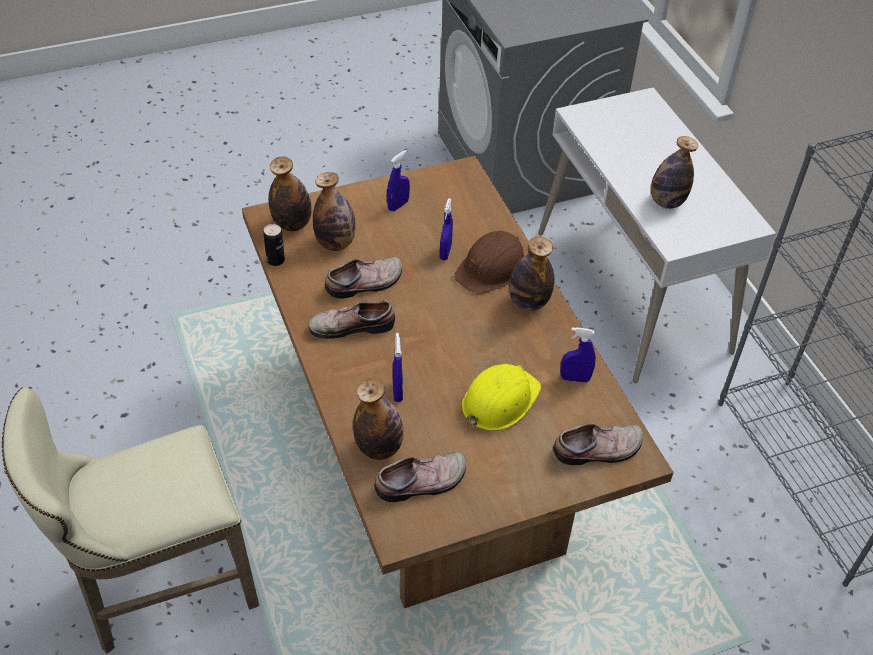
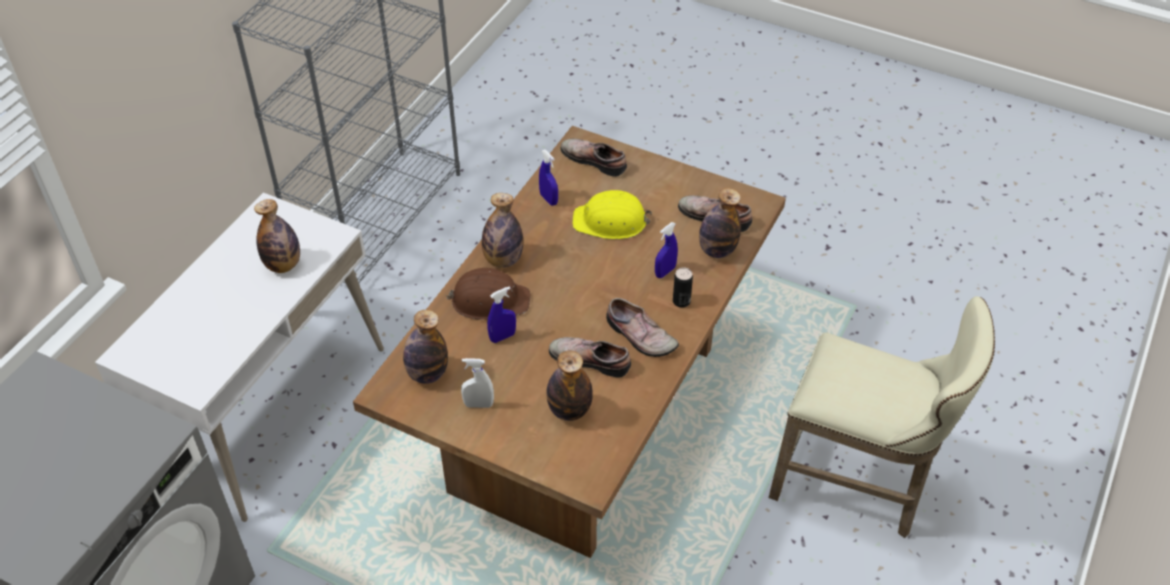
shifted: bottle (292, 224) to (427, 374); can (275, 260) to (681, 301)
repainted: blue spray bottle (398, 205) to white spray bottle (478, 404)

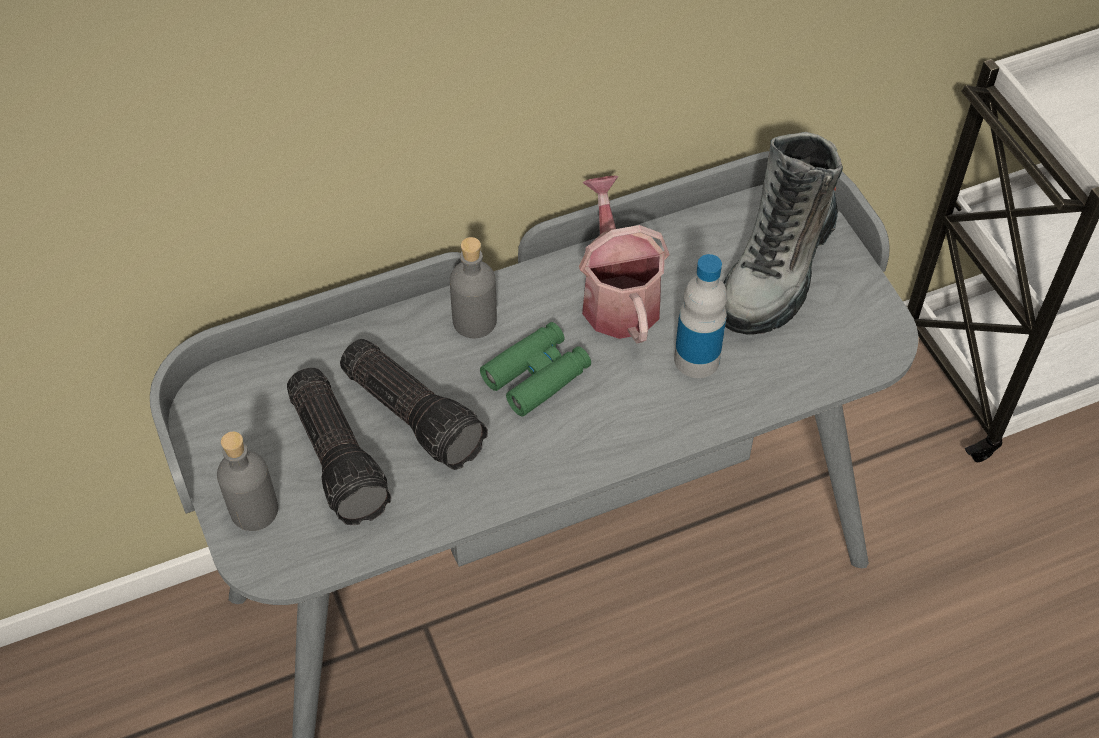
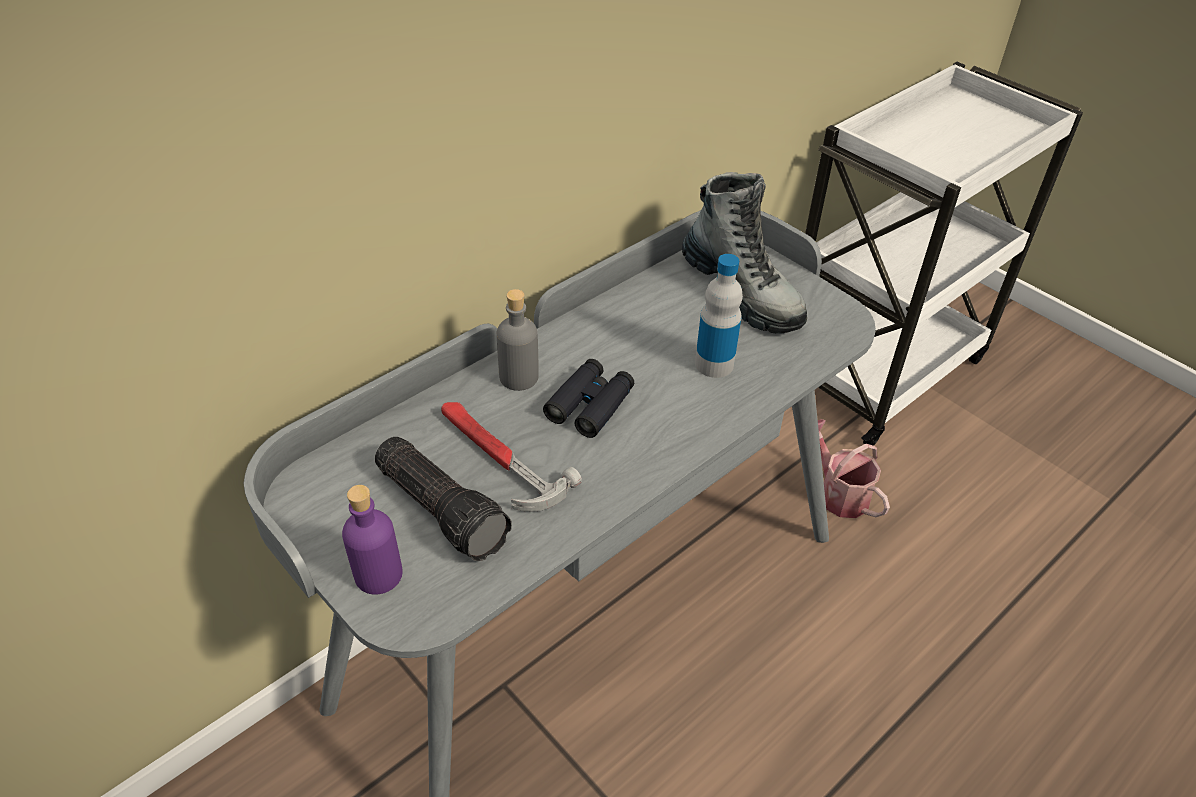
shifted: watering can (617, 296) to (838, 492)
swapped: flashlight (415, 413) to hammer (498, 458)
repainted: grey bottle (254, 510) to purple bottle (378, 575); green binoculars (536, 375) to black binoculars (590, 405)
rotated: boot (777, 270) = (742, 291) 45 degrees counterclockwise

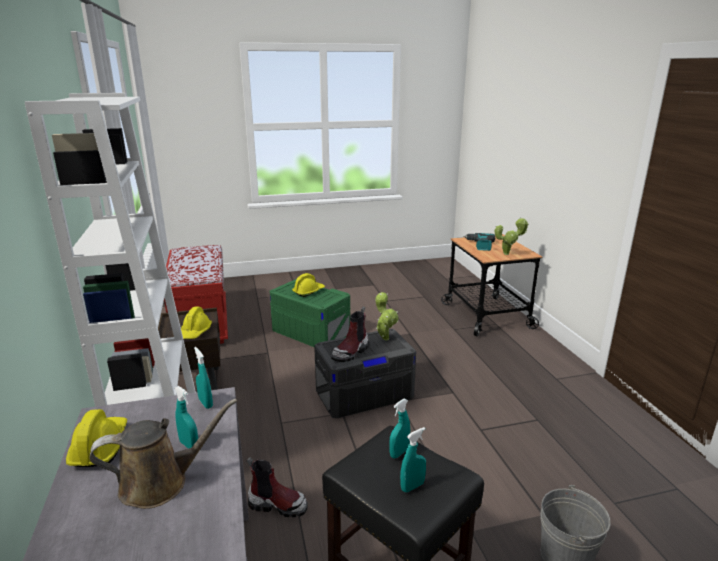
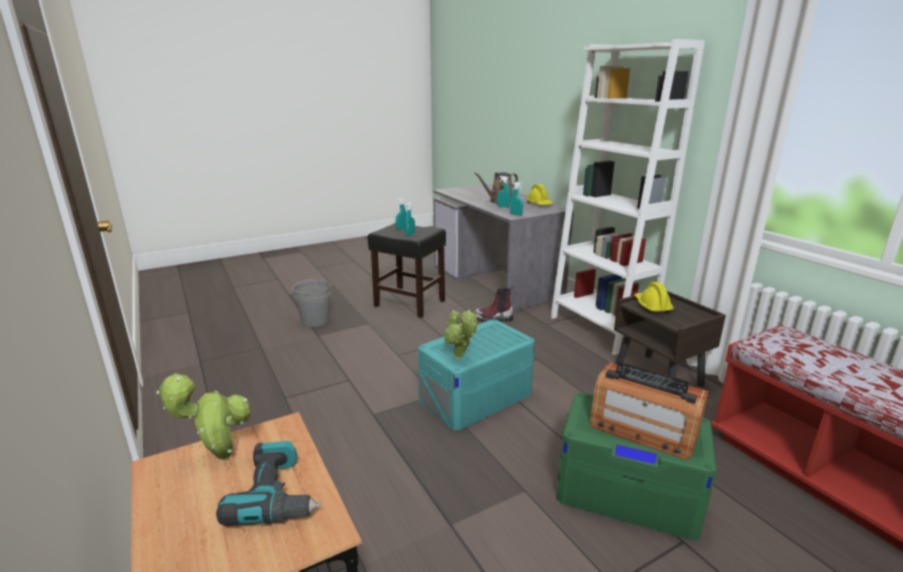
gone: boot (351, 352)
swapped: yellow hard hat (308, 291) to radio (642, 430)
repainted: grey storage box (364, 393) to turquoise storage box (476, 397)

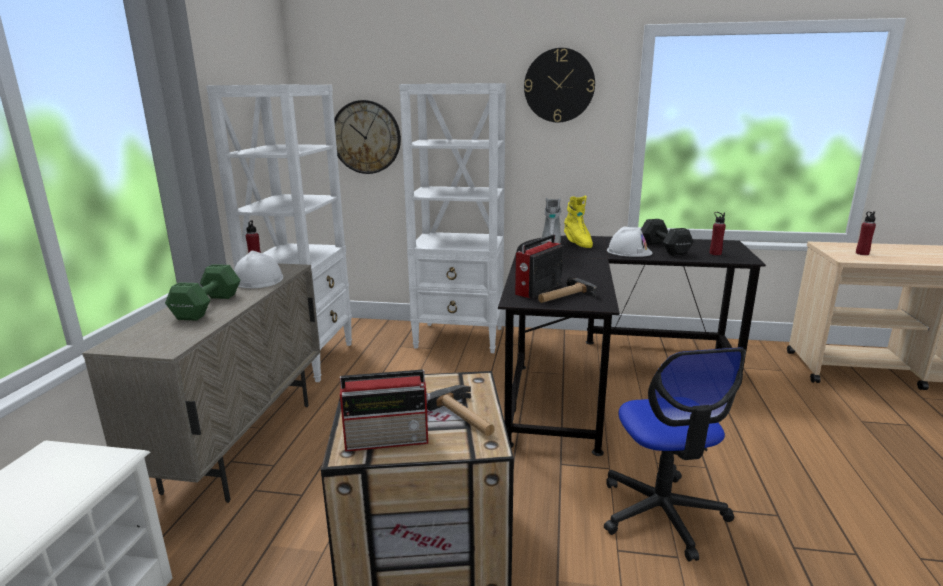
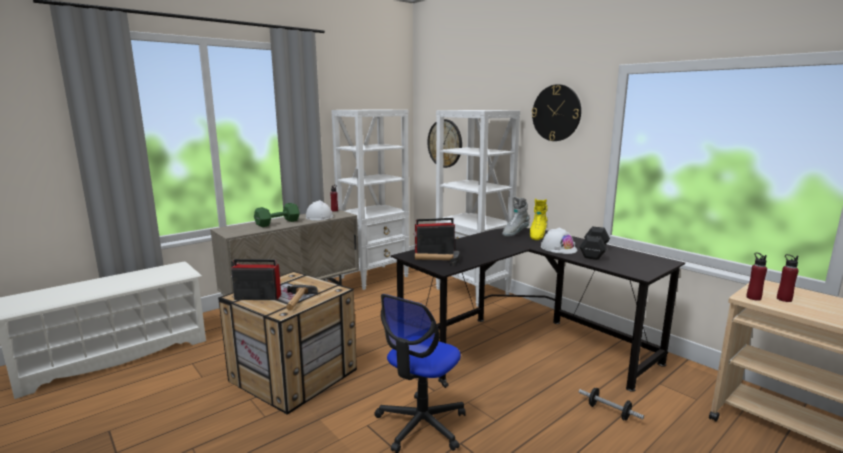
new: dumbbell (609, 412)
shifted: red bottle (715, 253) to (753, 298)
rotated: radio (389, 439) = (256, 297) 150 degrees clockwise

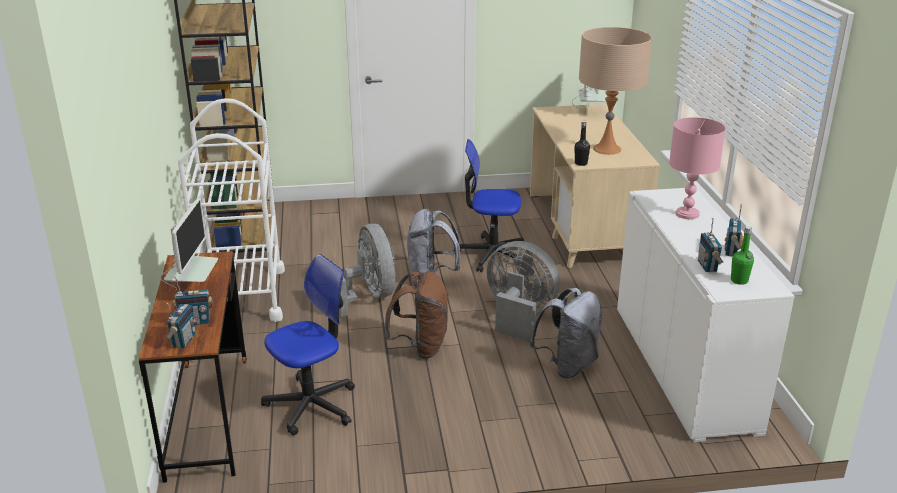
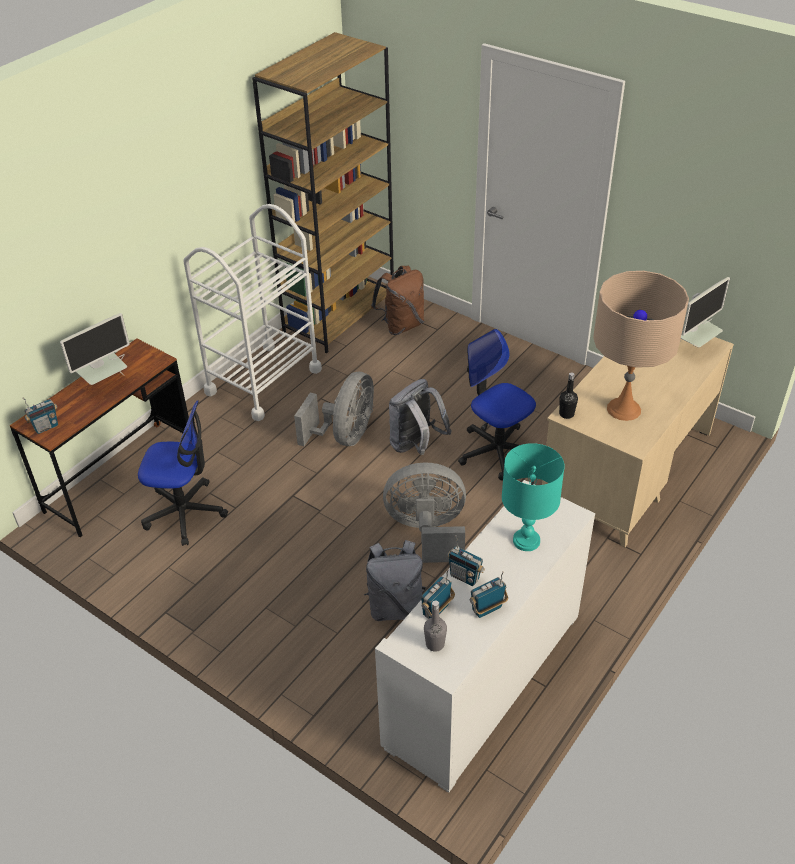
shifted: brown backpack (420, 347) to (401, 325); radio (195, 321) to (465, 577)
repainted: green bottle (739, 280) to grey bottle (435, 644); pink table lamp (687, 214) to turquoise table lamp (526, 541)
rotated: grey fan (519, 316) = (427, 531) 75 degrees counterclockwise

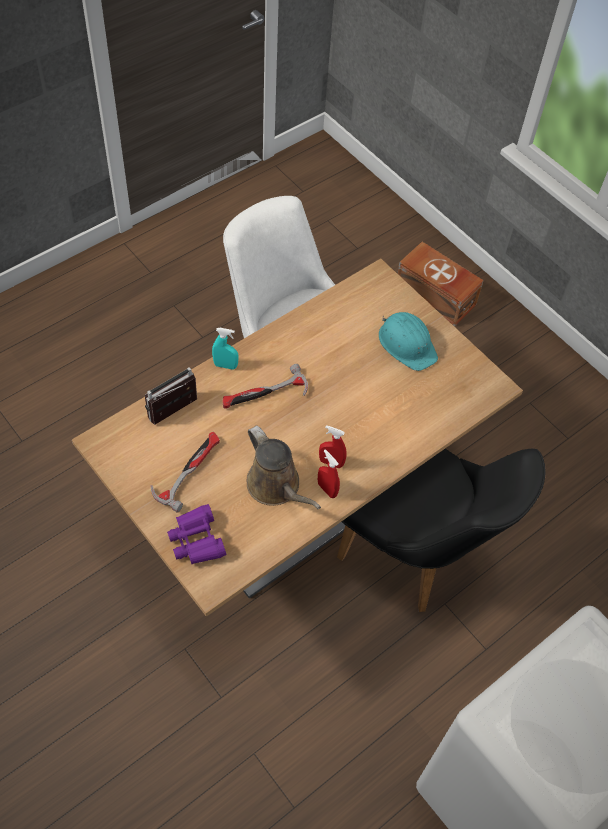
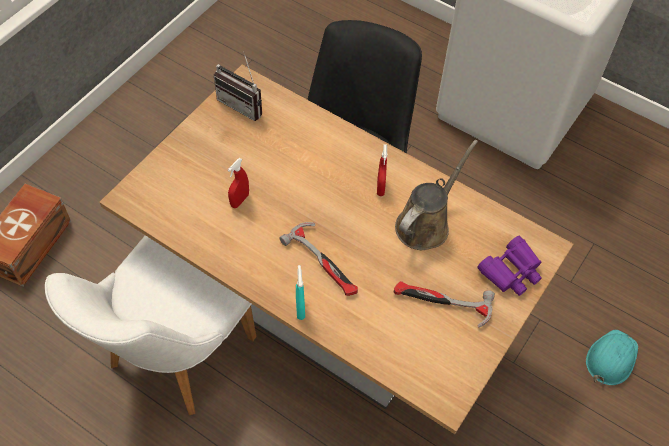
shifted: radio (175, 413) to (244, 104); red spray bottle (327, 489) to (239, 200); turquoise hard hat (407, 344) to (610, 358)

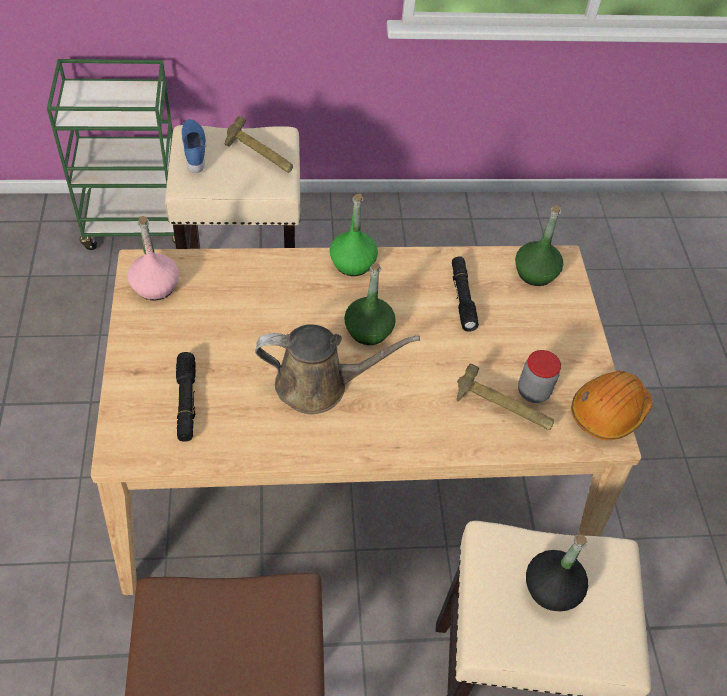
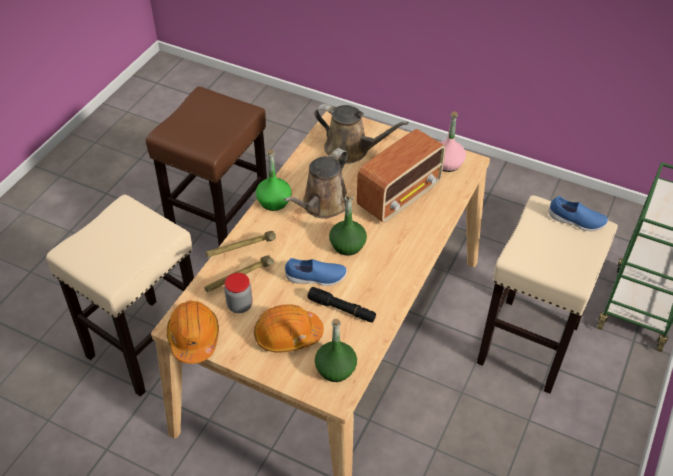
gone: black bottle (551, 588)
new: orange hard hat (287, 335); blue shoe (316, 278); radio (400, 196)
shifted: hammer (259, 158) to (242, 251); green bottle (352, 263) to (274, 201)
swapped: black flashlight (186, 401) to brown watering can (351, 150)

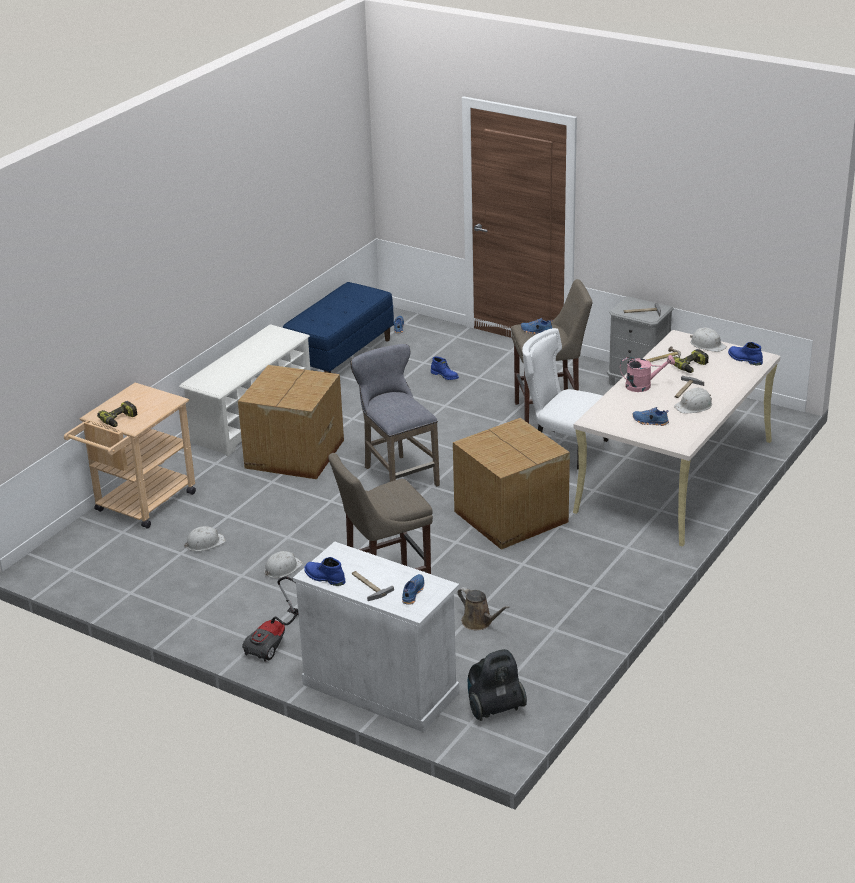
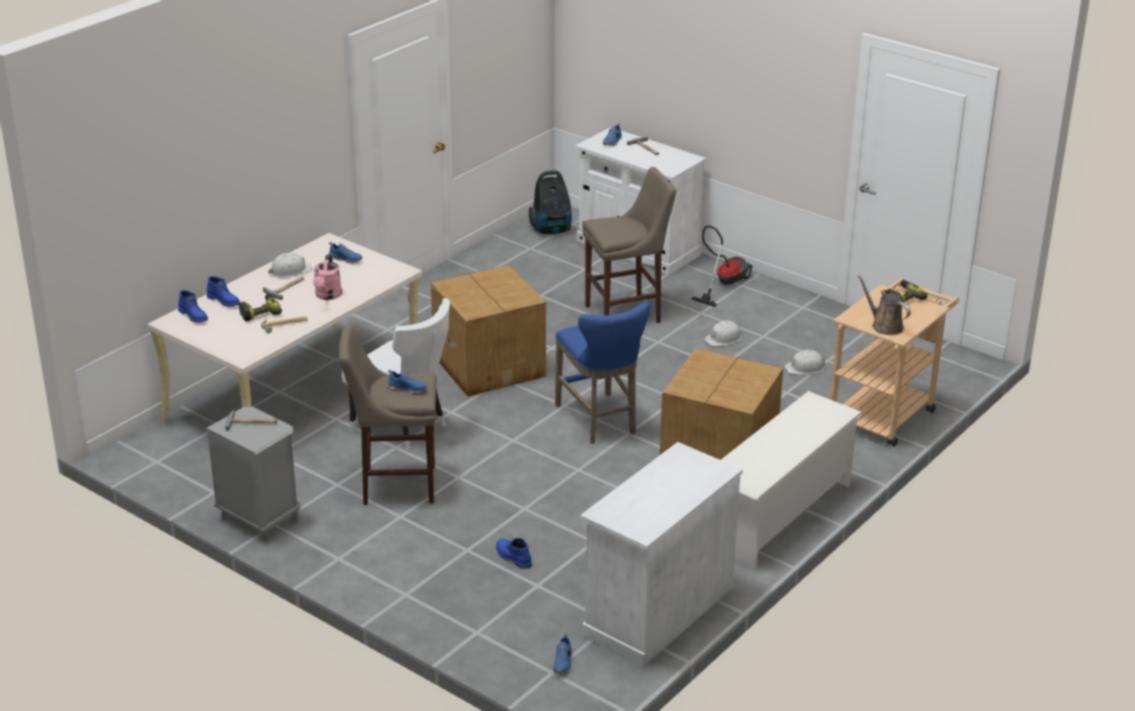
gone: white hard hat (707, 345)
shifted: blue boot (324, 578) to (224, 301); brown watering can (479, 622) to (884, 326)
swapped: blue bench (340, 356) to white cabinet (658, 610)
repainted: grey stool (397, 474) to blue stool (599, 421)
rotated: pink watering can (643, 386) = (327, 296) 90 degrees counterclockwise

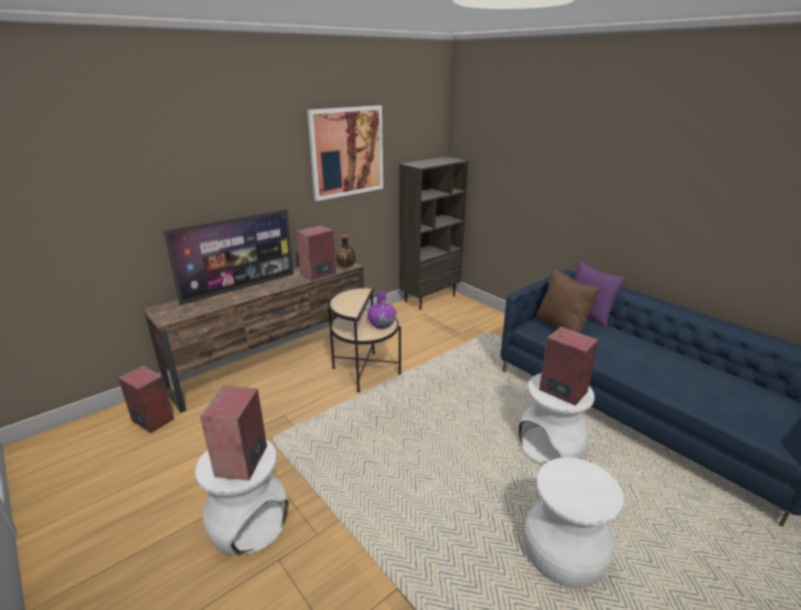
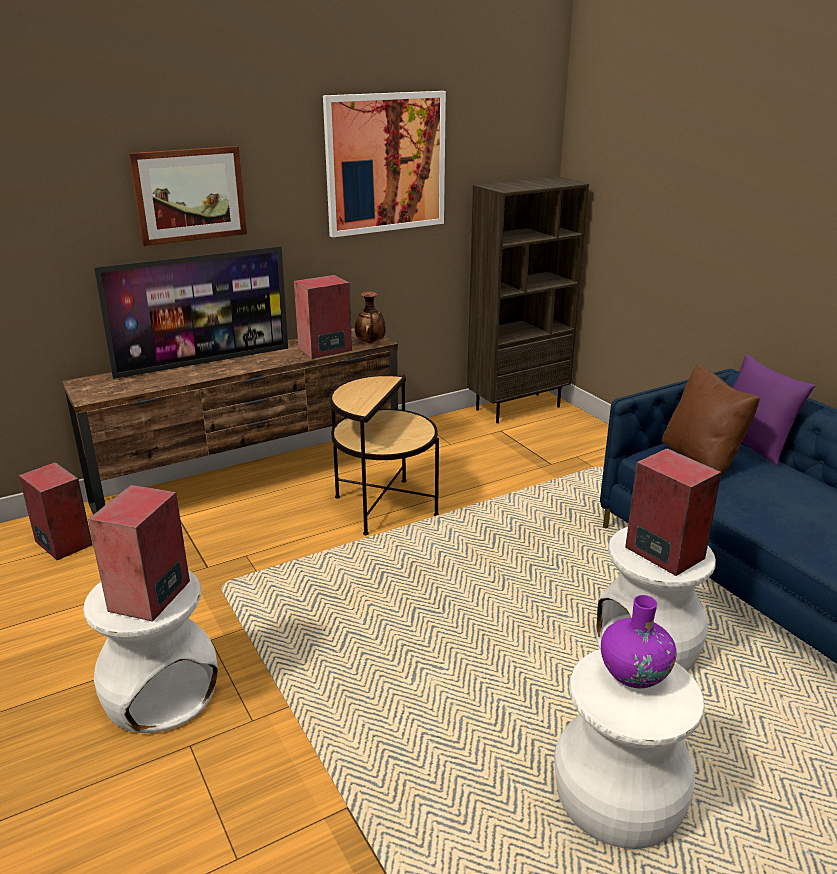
new: picture (189, 195)
shifted: purple vase (382, 325) to (634, 674)

